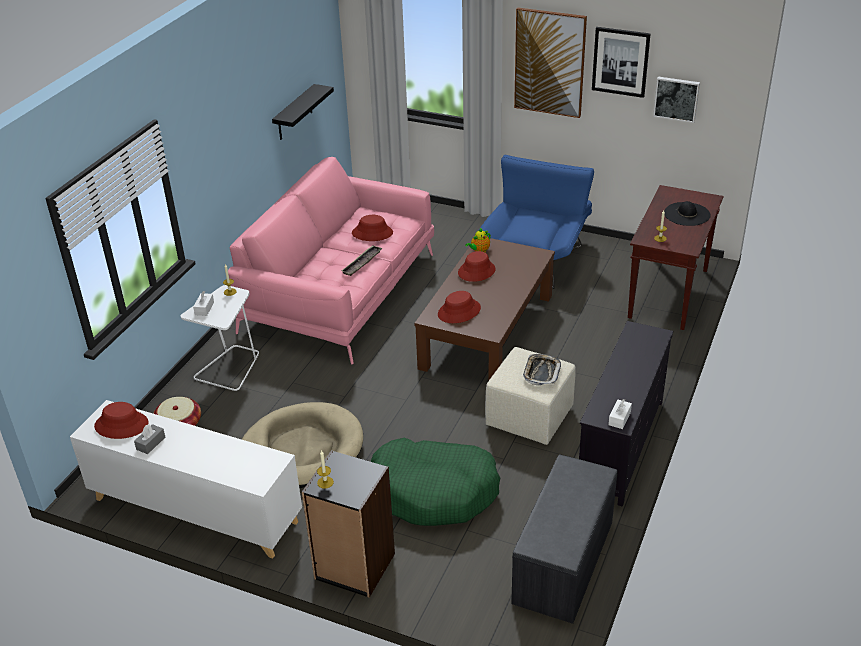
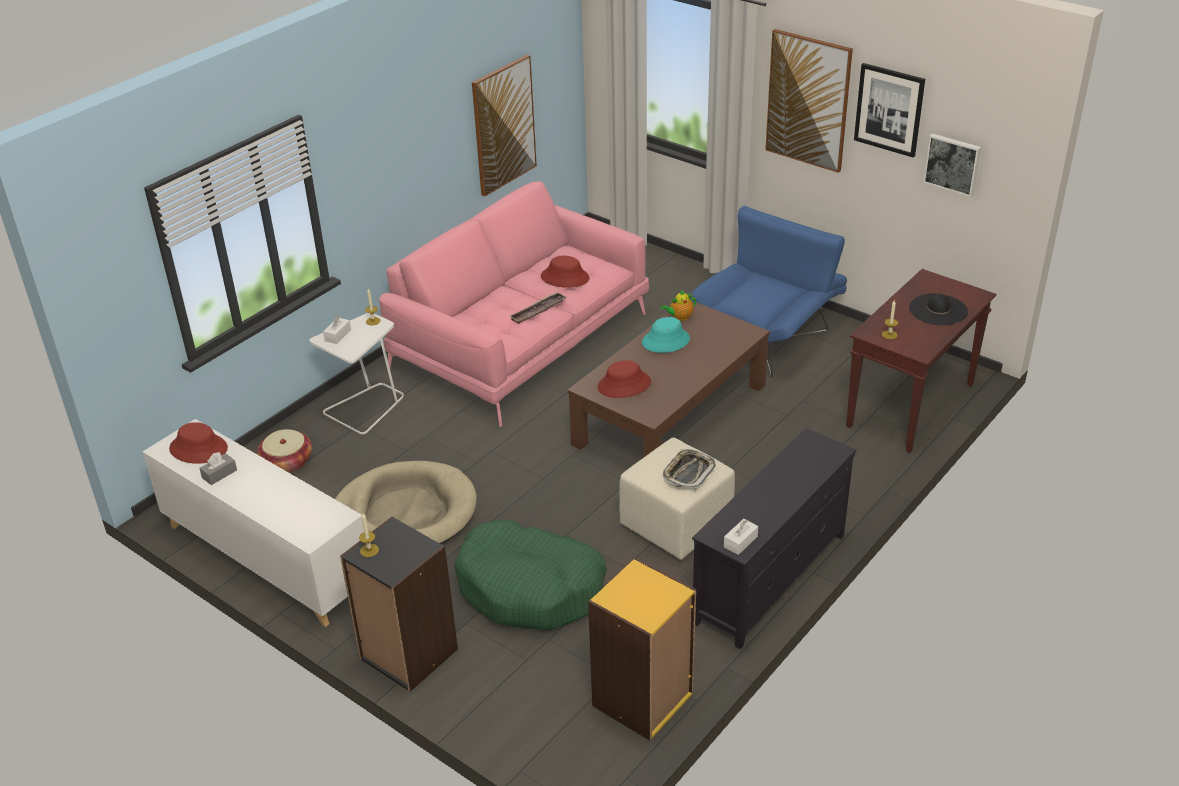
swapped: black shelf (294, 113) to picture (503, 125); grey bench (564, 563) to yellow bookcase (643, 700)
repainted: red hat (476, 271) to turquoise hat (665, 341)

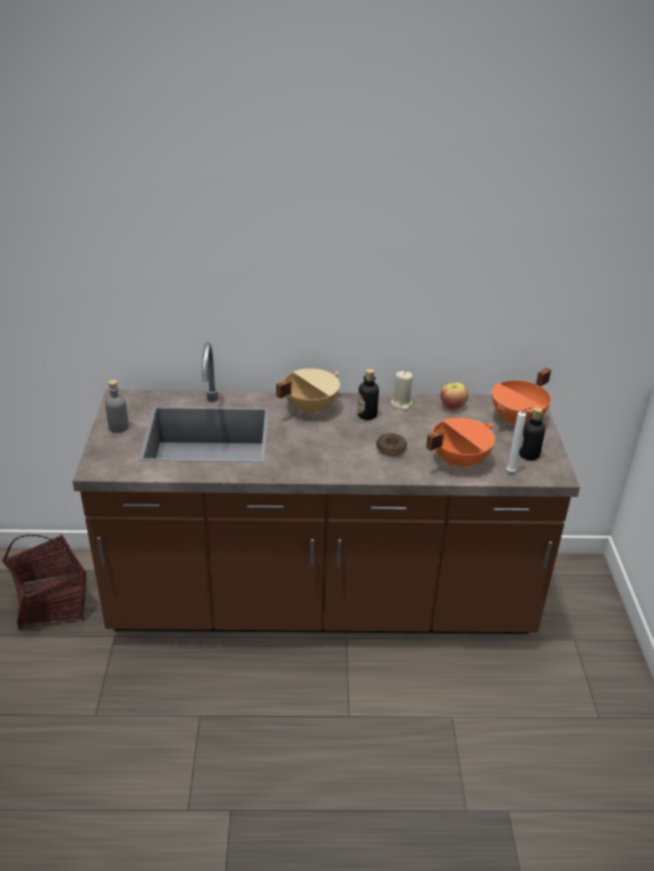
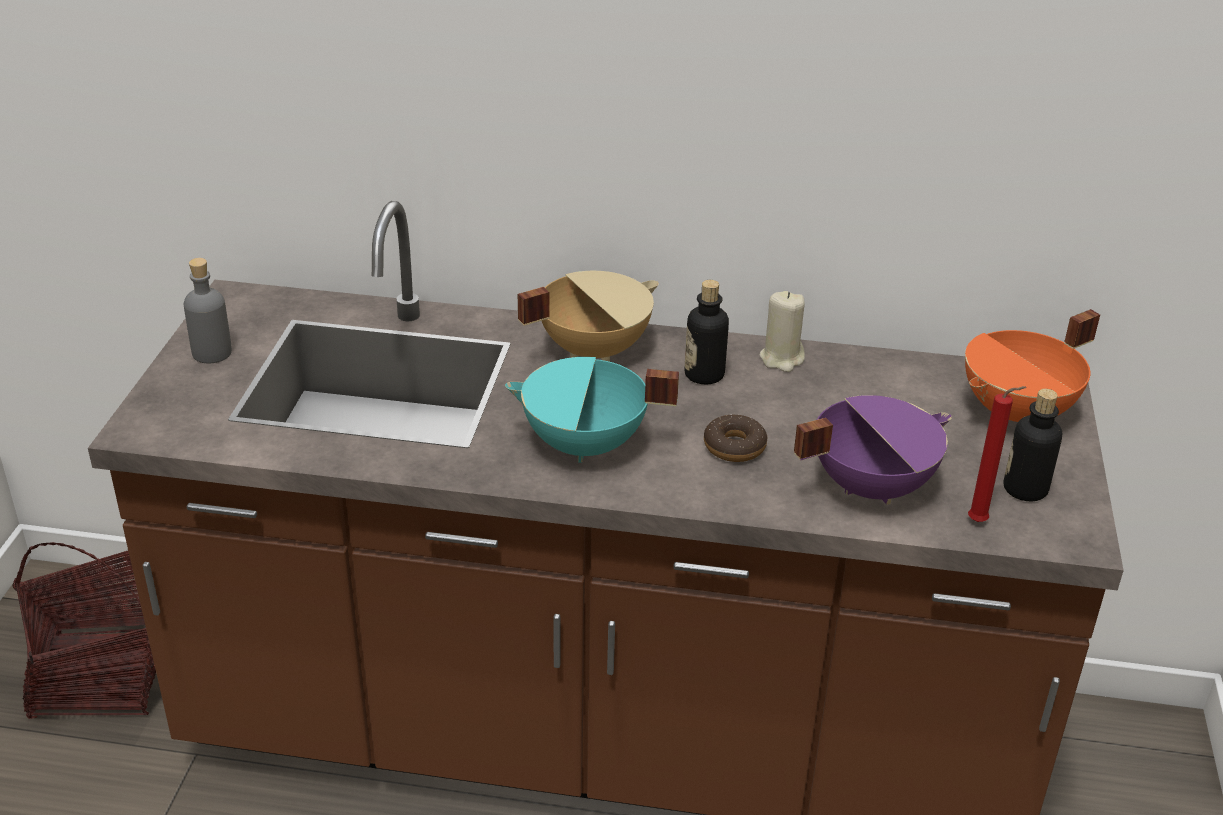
gone: apple (452, 406)
new: turquoise cooking pot (585, 446)
repainted: orange cooking pot (458, 460) to purple cooking pot (869, 485); white candle (512, 472) to red candle (980, 522)

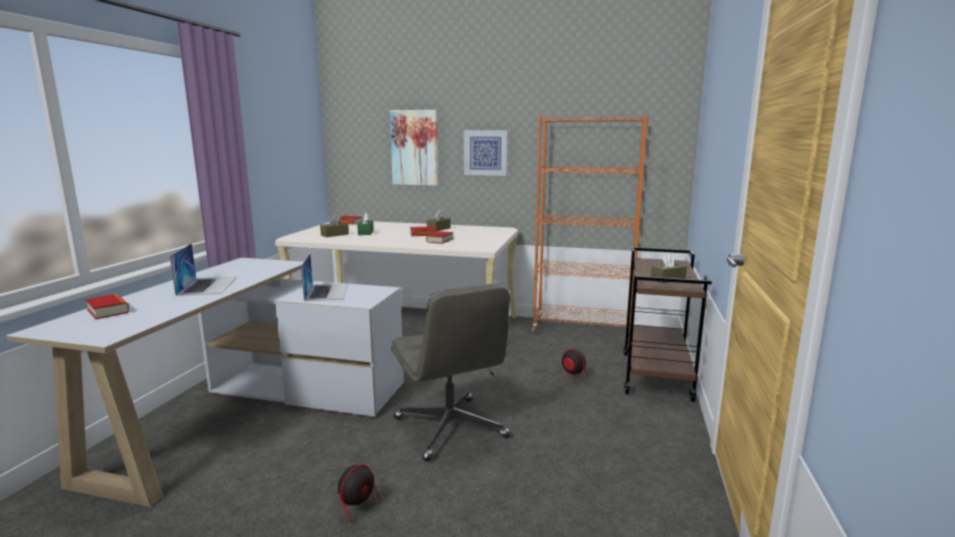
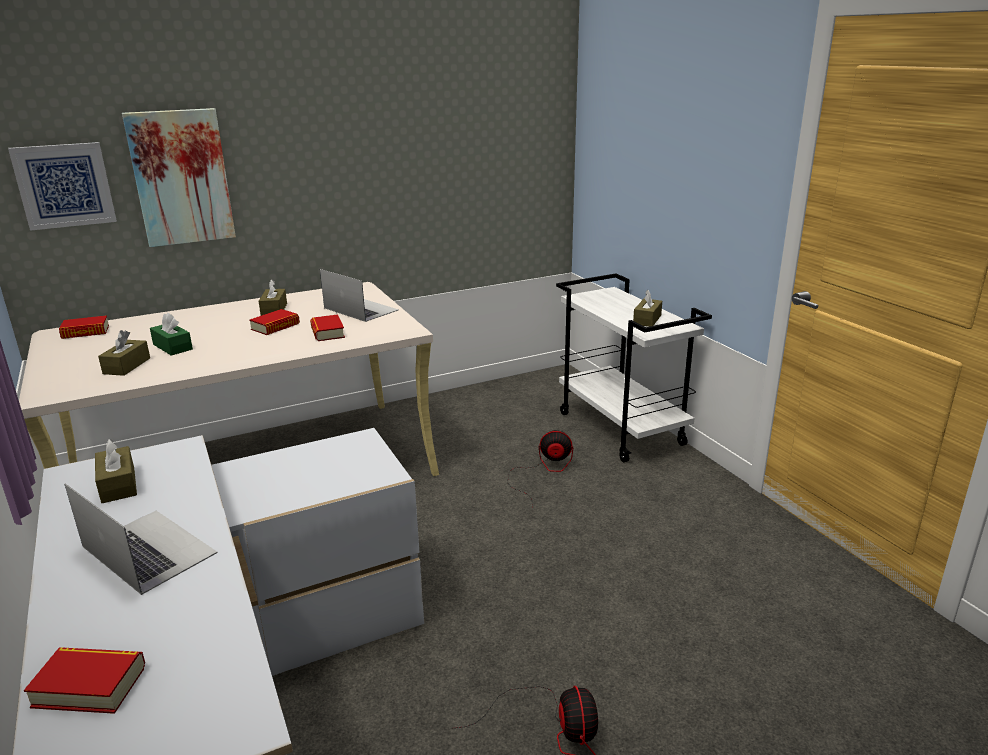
gone: grey office chair (451, 428); orange bookcase (582, 331)
new: brown tissue box (118, 485)
shifted: picture (485, 152) to (64, 185); laptop (327, 292) to (360, 309)
repainted: brown cart (657, 376) to white cart (622, 429)

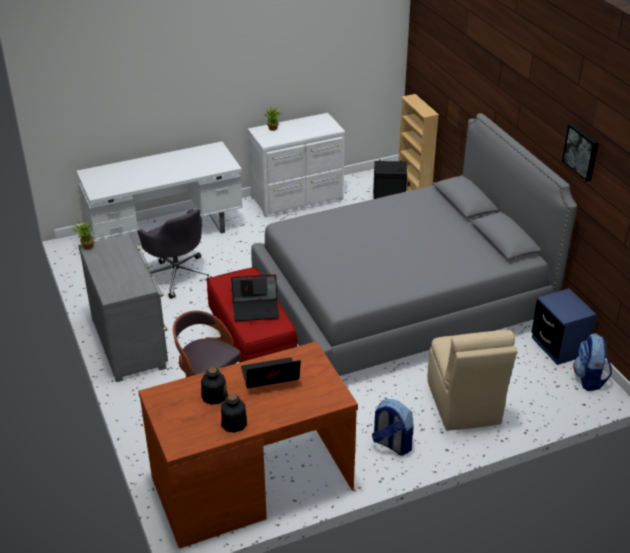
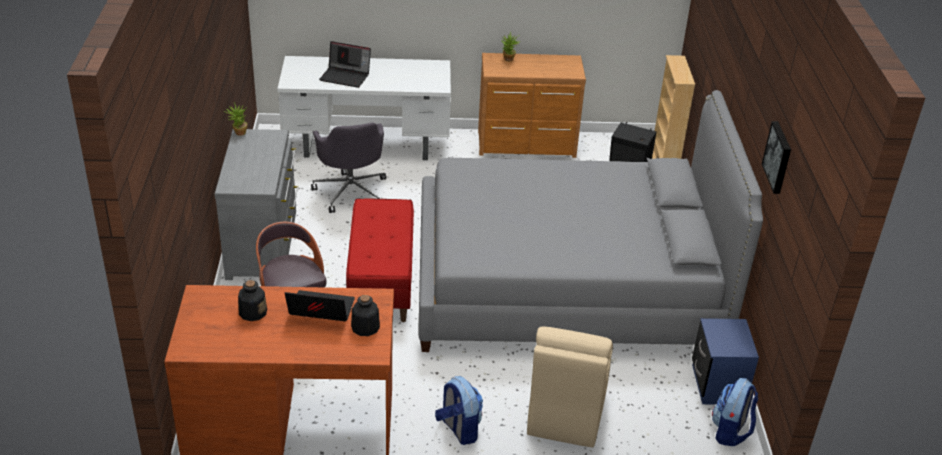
shifted: laptop (256, 308) to (346, 76); bottle (234, 424) to (365, 327)
repainted: white dresser (298, 199) to brown dresser (527, 145)

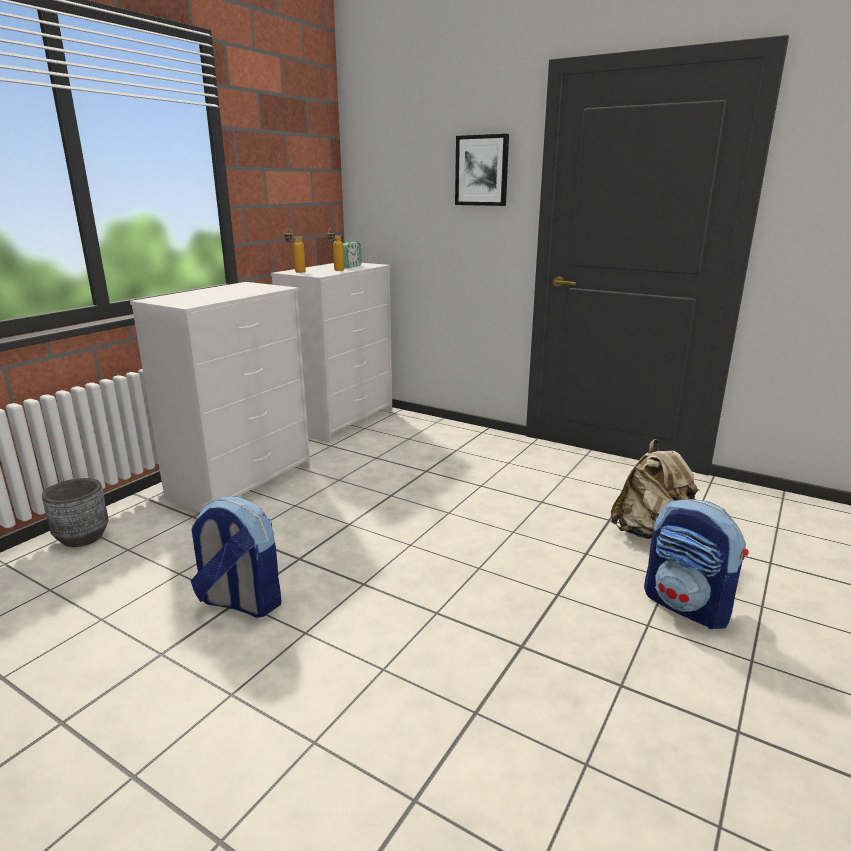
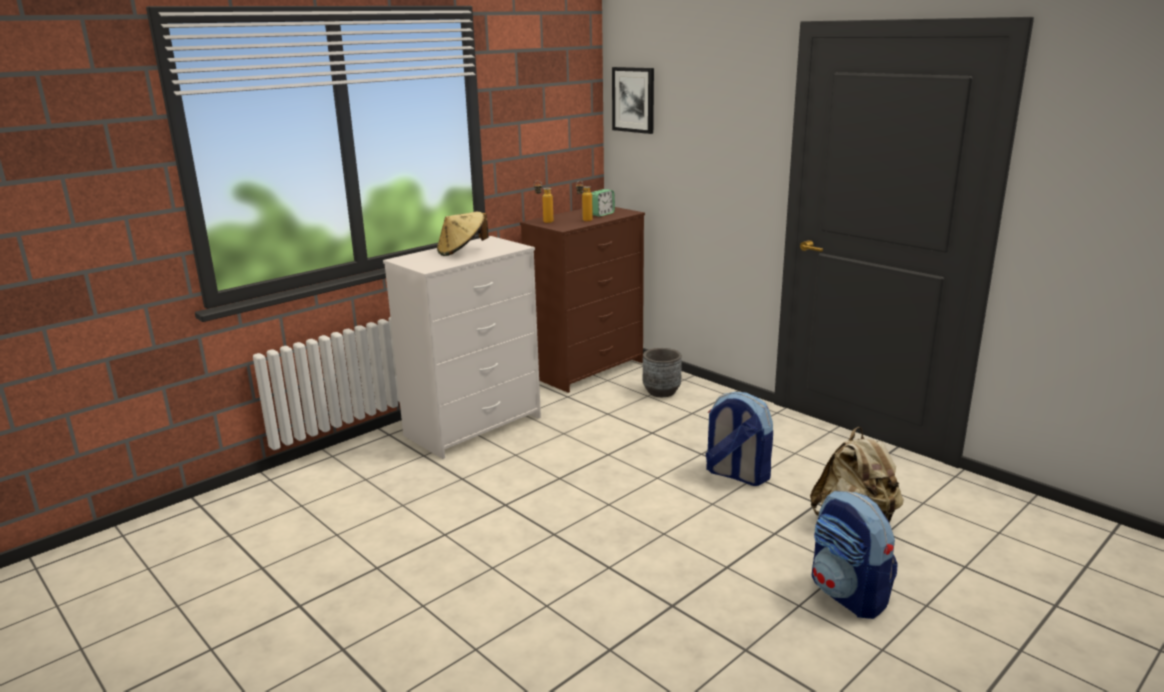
new: beige hat (462, 251)
shifted: picture (482, 170) to (634, 100); grey planter (83, 538) to (661, 392); backpack (240, 602) to (736, 474)
repainted: white dresser (341, 419) to brown dresser (587, 368)

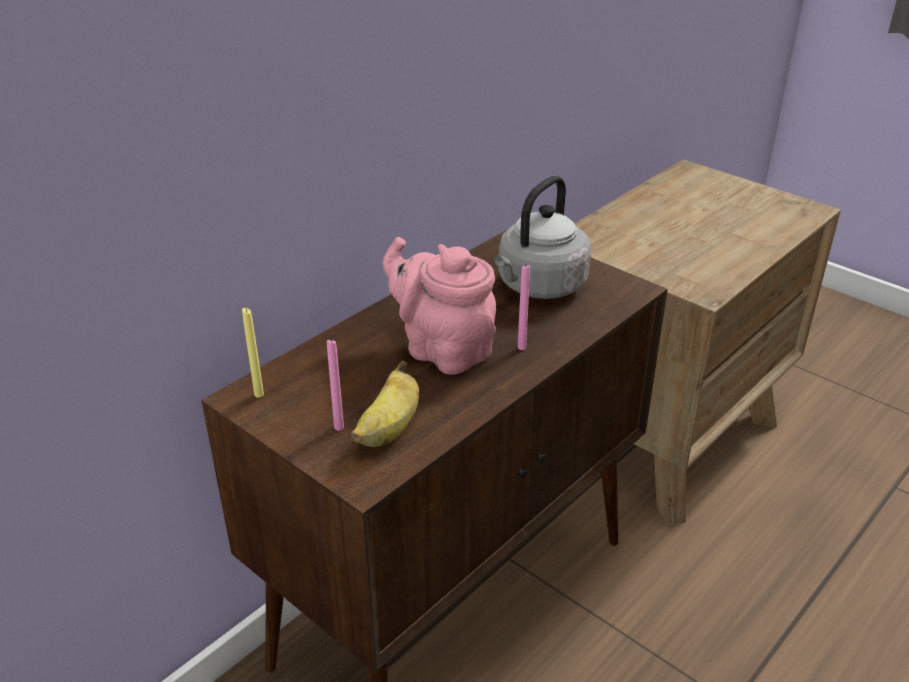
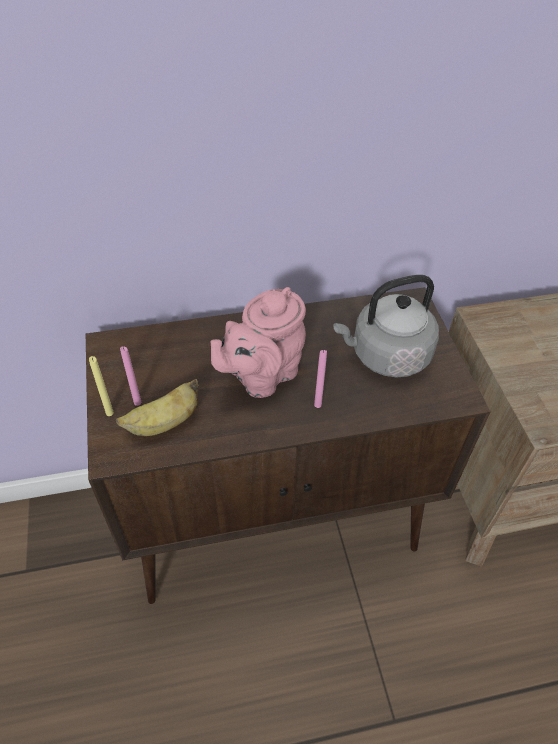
shifted: yellow candle (259, 394) to (109, 413)
rotated: pink teapot (442, 350) = (262, 376) 120 degrees counterclockwise

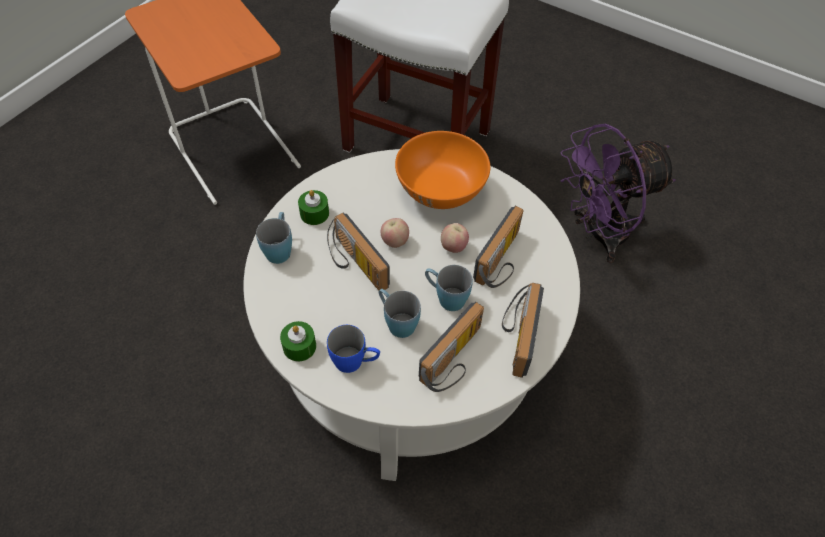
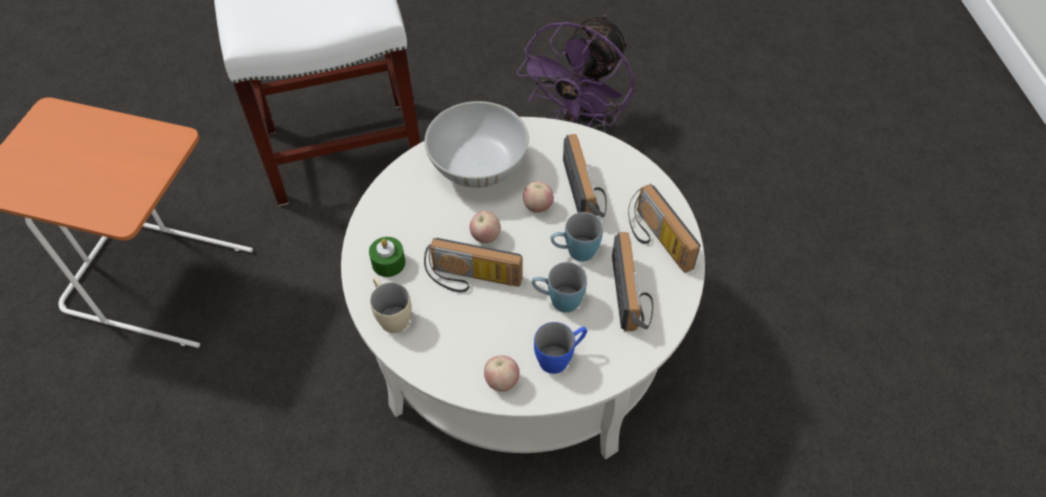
swapped: green candle (299, 346) to apple (502, 381)
repainted: blue mug (279, 248) to beige mug (391, 315); orange bowl (441, 192) to white bowl (478, 168)

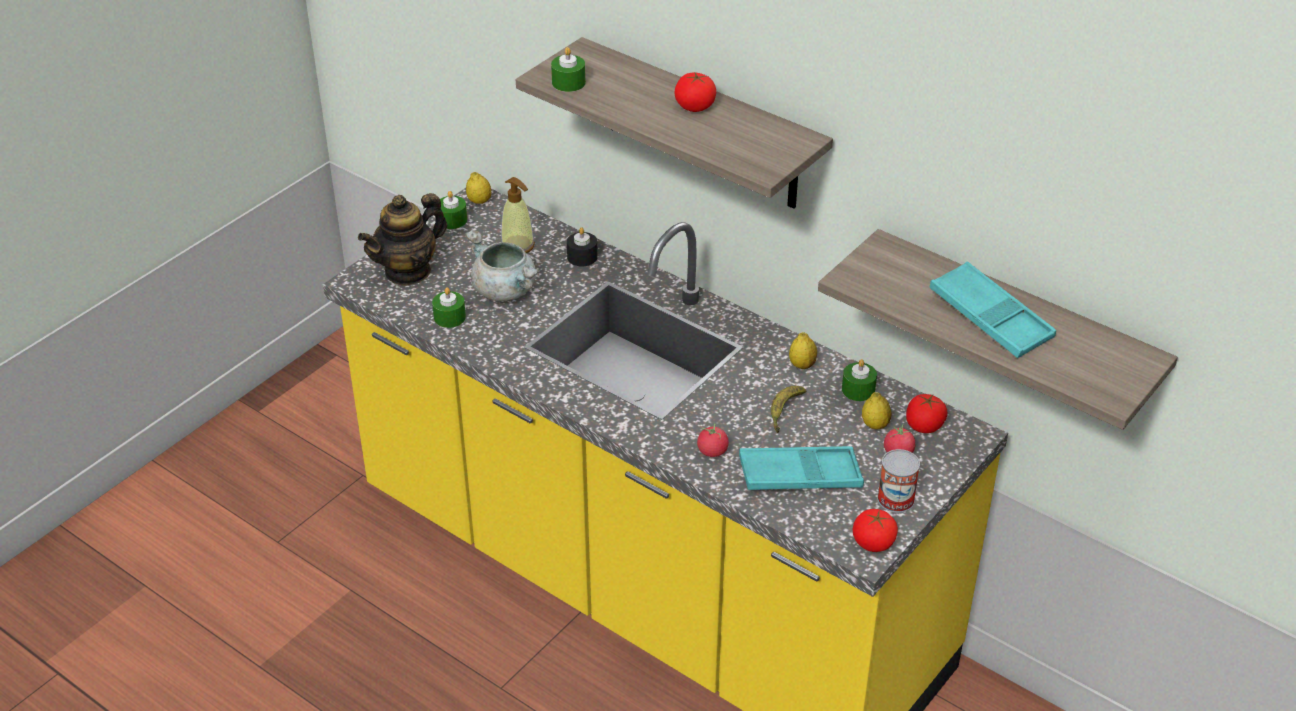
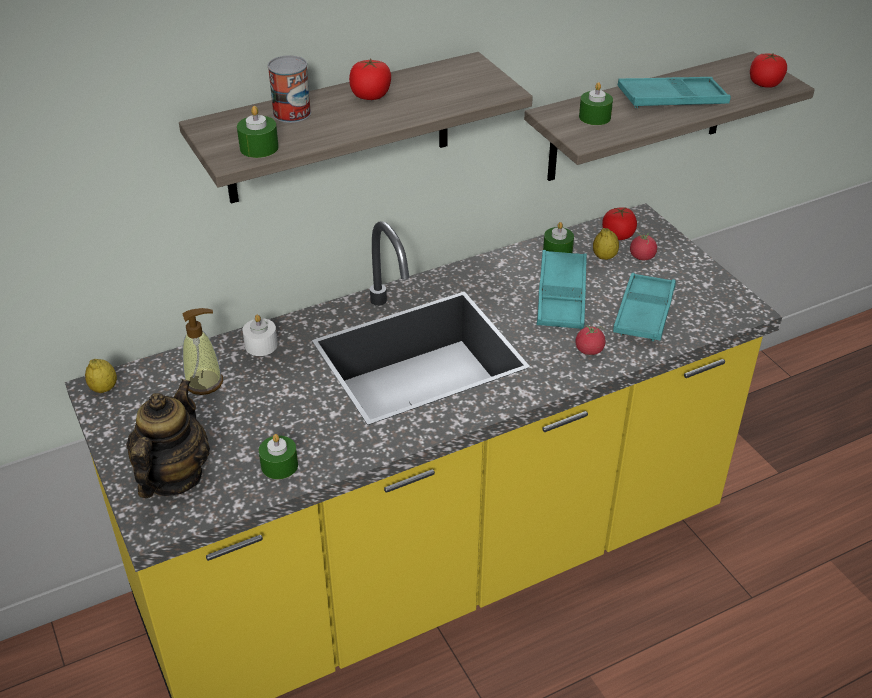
gone: grey cooking pot (506, 290); lemon (802, 365)
shifted: can (895, 499) to (292, 113); green candle (452, 220) to (594, 117); tomato (873, 543) to (765, 84)
swapped: banana (784, 411) to turquoise tray (561, 296)
repainted: black candle (582, 257) to white candle (261, 345)
rotated: teapot (408, 271) = (173, 477) 150 degrees counterclockwise

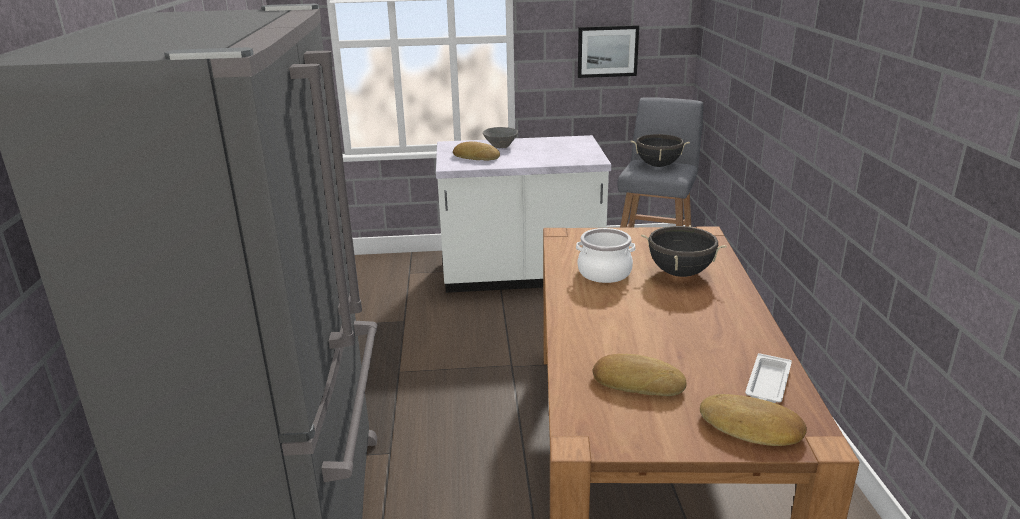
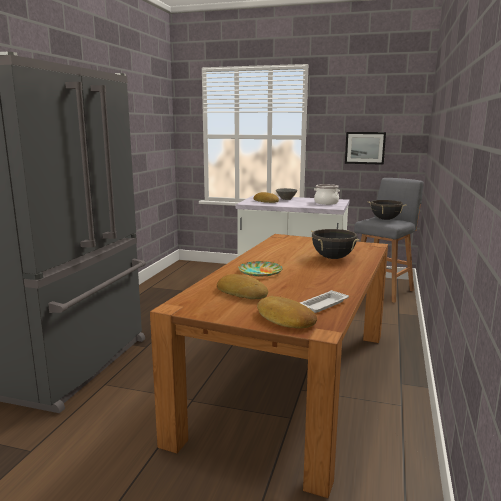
new: plate (260, 272)
shifted: cooking pot (604, 272) to (326, 203)

